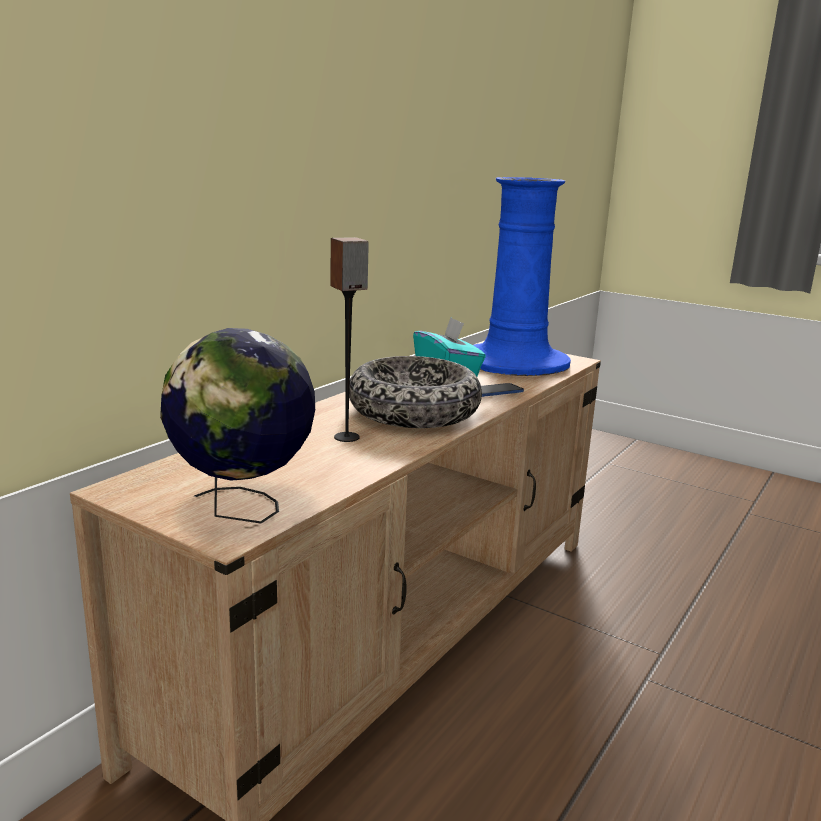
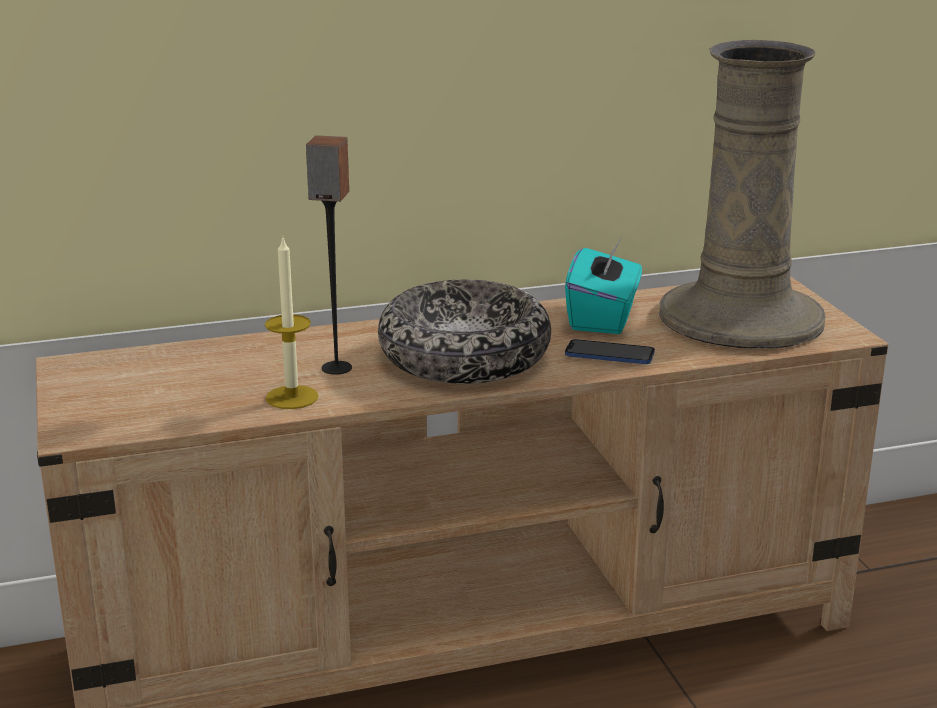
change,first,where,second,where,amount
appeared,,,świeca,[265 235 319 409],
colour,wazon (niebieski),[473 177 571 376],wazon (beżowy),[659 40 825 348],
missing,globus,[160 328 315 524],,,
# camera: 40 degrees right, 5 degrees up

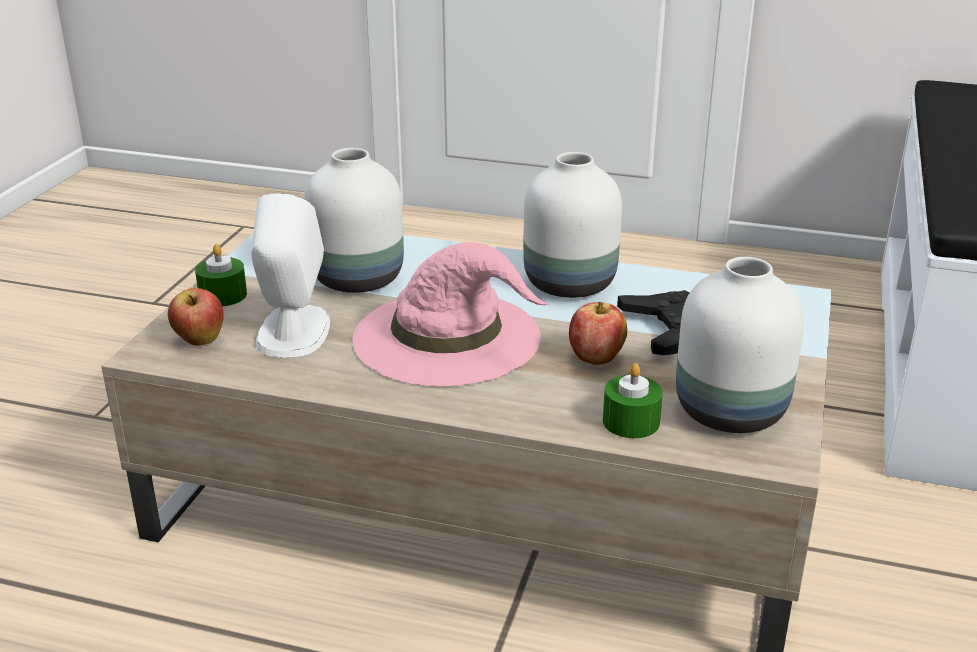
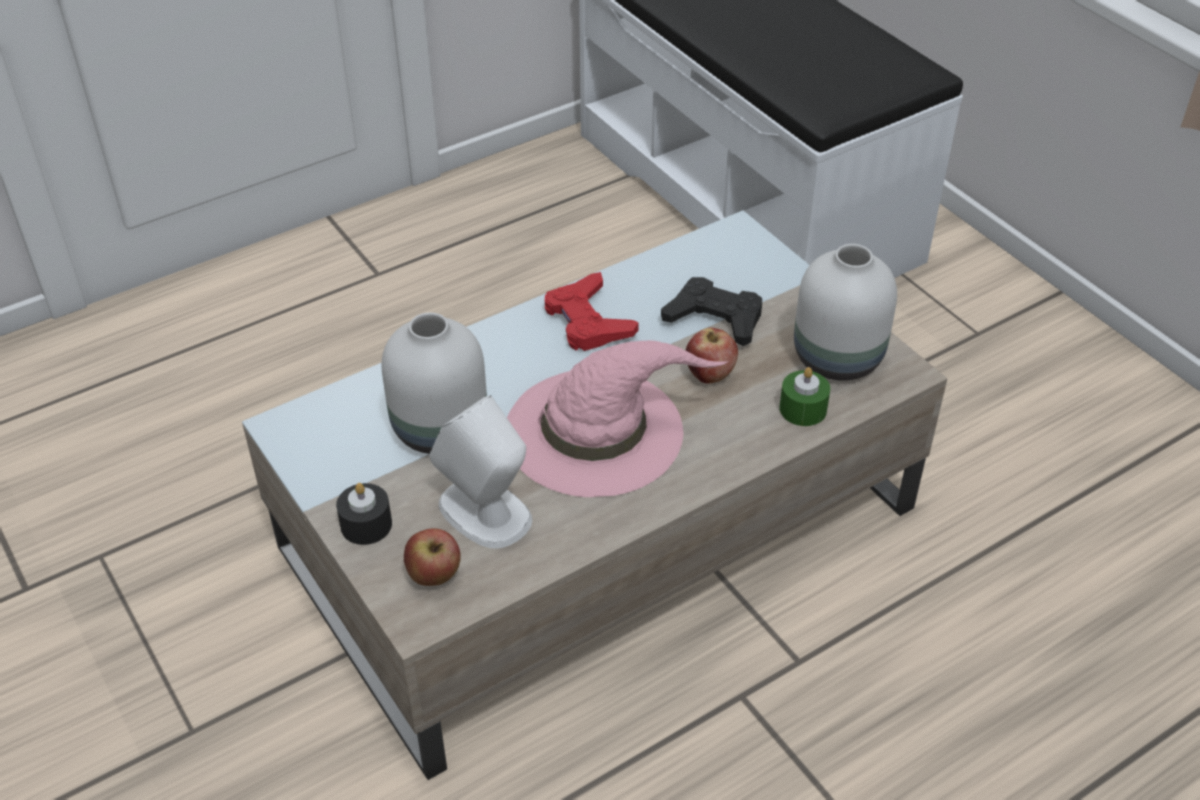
change,first,where,second,where,amount
colour,świeca (zielony),[195 244 247 307],świeca (czarny),[336 483 392 545],
exchanged,wazon (biały),[523 152 622 298],pad do gier (czerwony),[545 272 639 351],
# camera: 50 degrees left, 15 degrees up

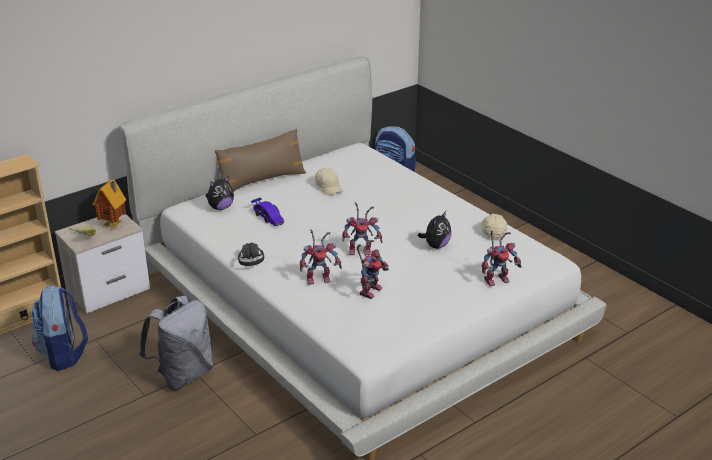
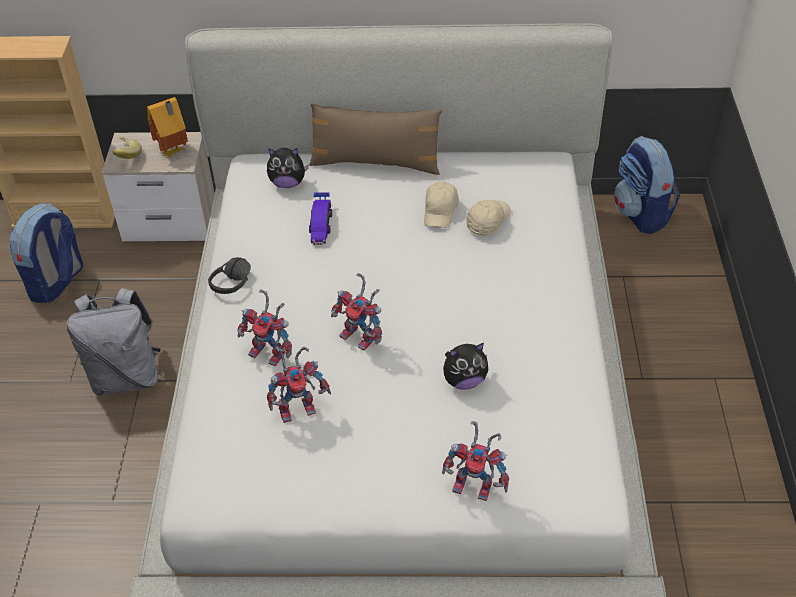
change,first,where,second,where,amount
relocated,czapka z daszkiem (beżowy),[481 214 507 238],,[467 200 511 236],
# camera: 40 degrees right, 15 degrees up

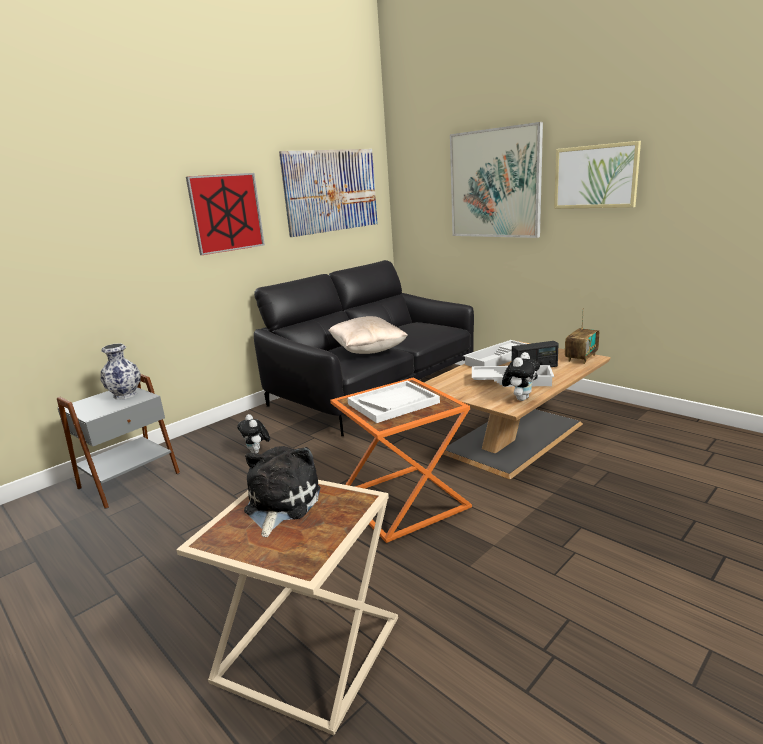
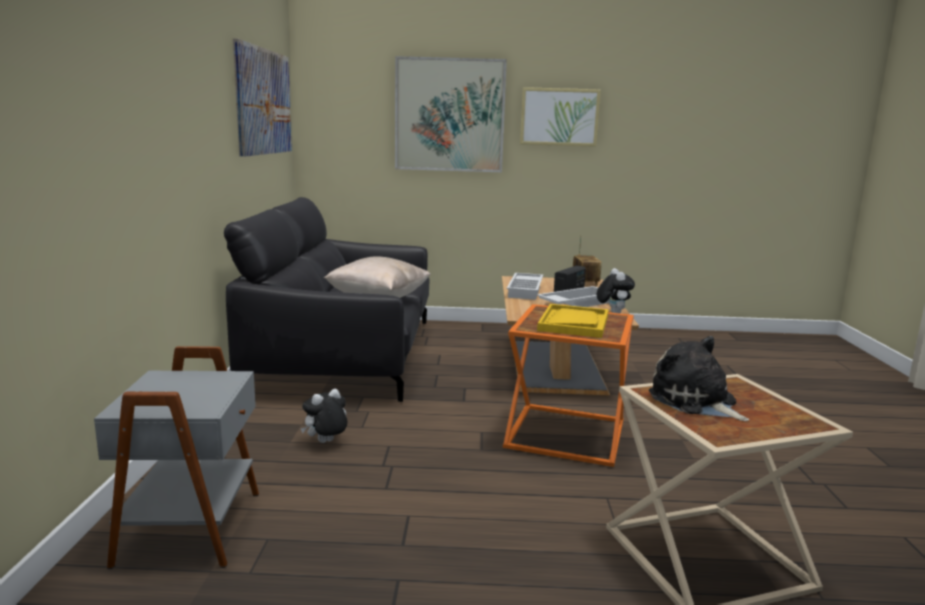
change,first,where,second,where,amount
spun,pluszak,[237 414 270 454],,[301 389 347 443],120 degrees clockwise
colour,taca (biały),[347 380 440 423],taca (żółty),[537 304 609 338],
missing,wazon,[101 343 140 400],,,
missing,obraz,[186 173 265 255],,,
# camera: 45 degrees left, 5 degrees down

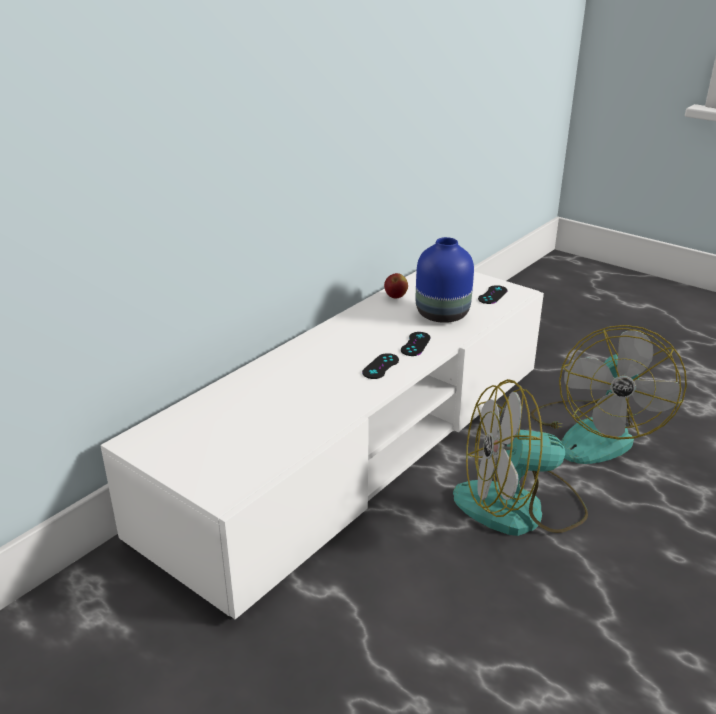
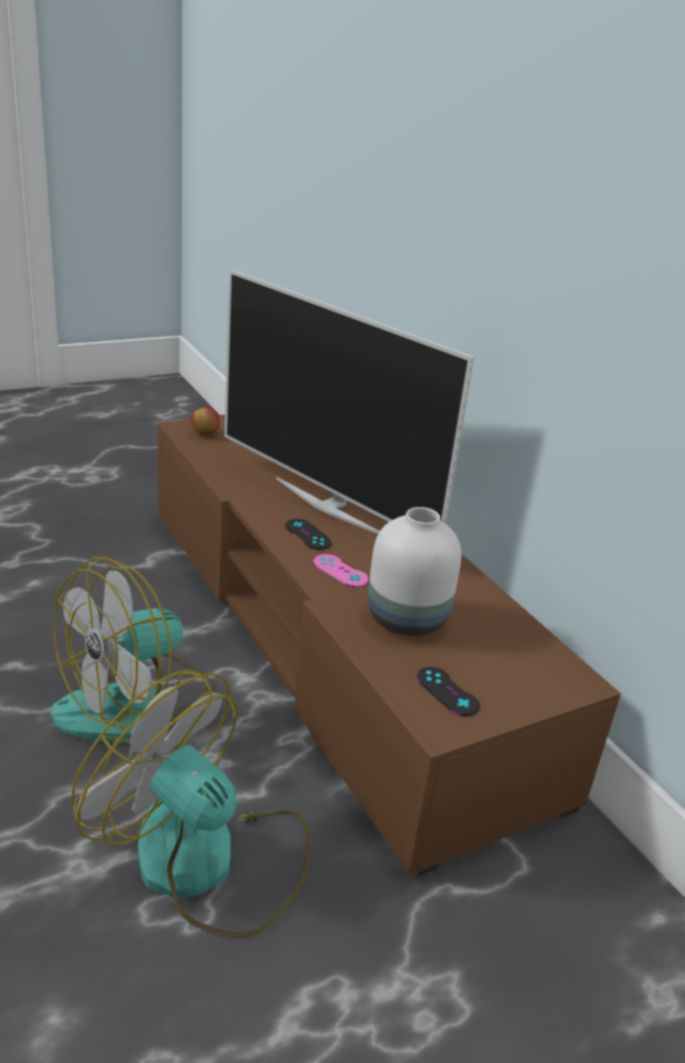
change,first,where,second,where,amount
spun,wentylator,[453 379 588 536],,[51 557 216 744],150 degrees counterclockwise
colour,szafka pod telewizor (biały),[100 271 544 620],szafka pod telewizor (brązowy),[158 414 621 876],
relocated,jabłko,[384 273 408 298],,[191 406 220 434],
appeared,,,telewizor,[224 269 475 534],
colour,pad do gier (czarny),[401 332 431 356],pad do gier (różowy),[313 554 368 587],
colour,wazon (niebieski),[416 237 474 323],wazon (biały),[368 507 461 636],
# camera: 110 degrees right, 0 degrees up

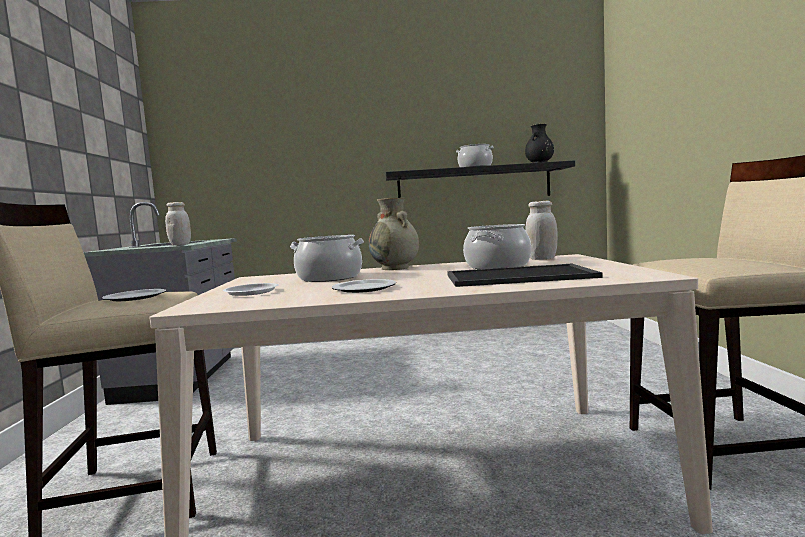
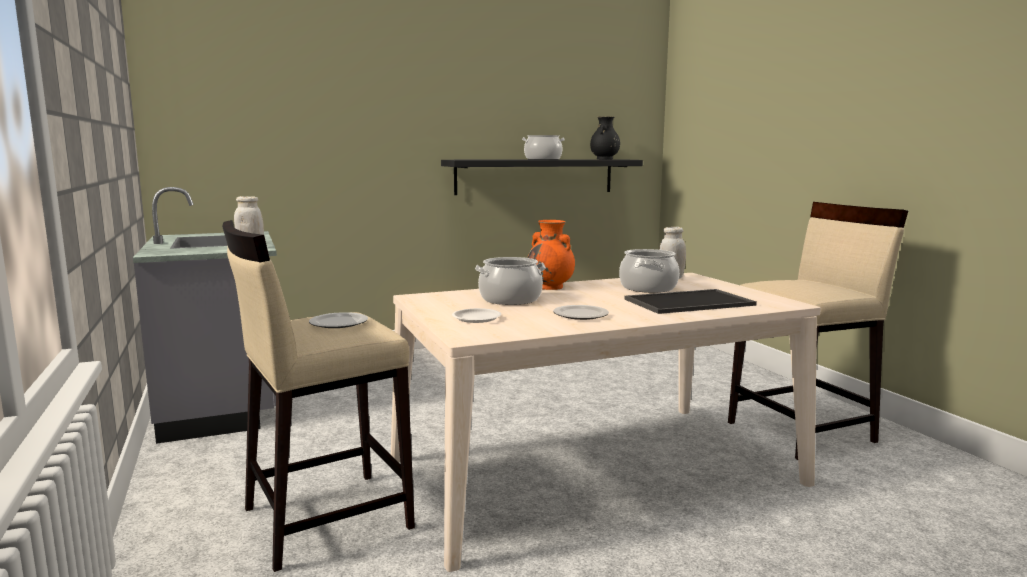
change,first,where,second,where,amount
colour,wazon (beżowy),[369 198 419 270],wazon (pomarańczowy),[527 220 575 290],
# camera: 20 degrees left, 5 degrees up

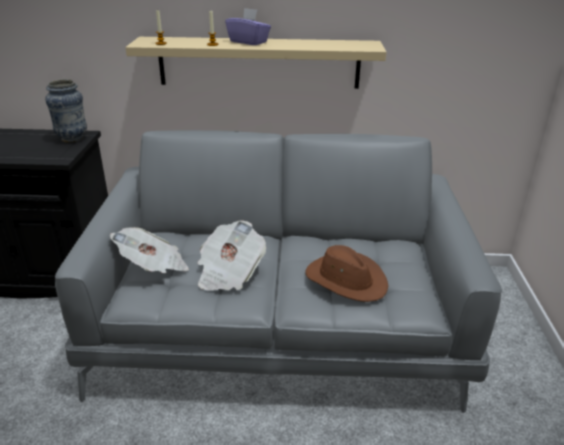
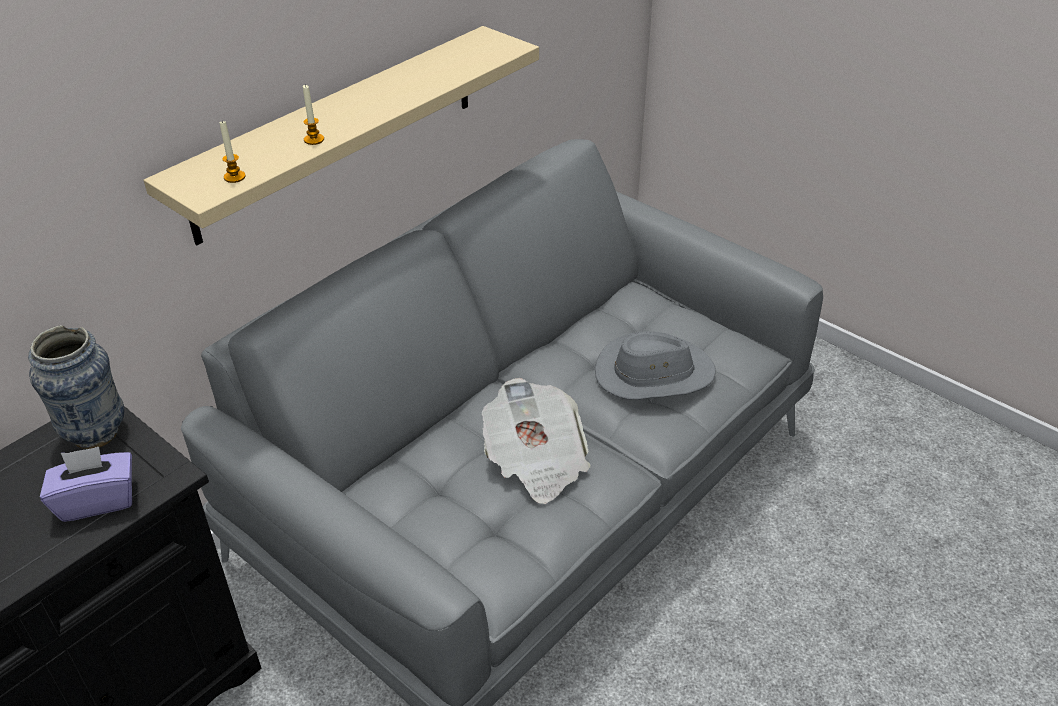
change,first,where,second,where,amount
relocated,pudełko chusteczek (fioletowy),[225 8 271 45],,[40 447 132 522],
colour,kapelusz (brązowy),[305 245 388 302],kapelusz (szary),[595 331 716 400],
missing,gazeta,[110 227 189 273],,,
# camera: 50 degrees left, 10 degrees up

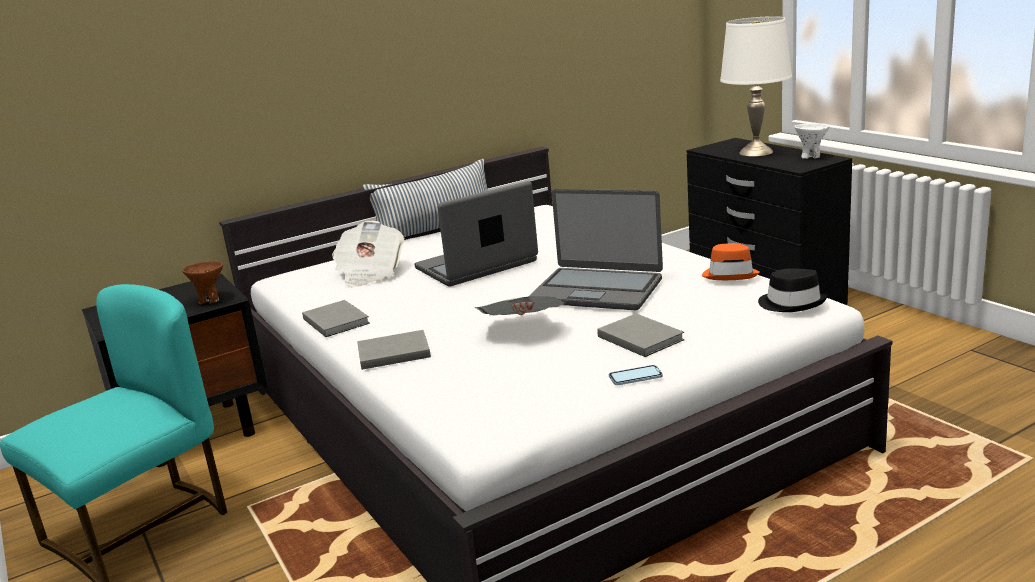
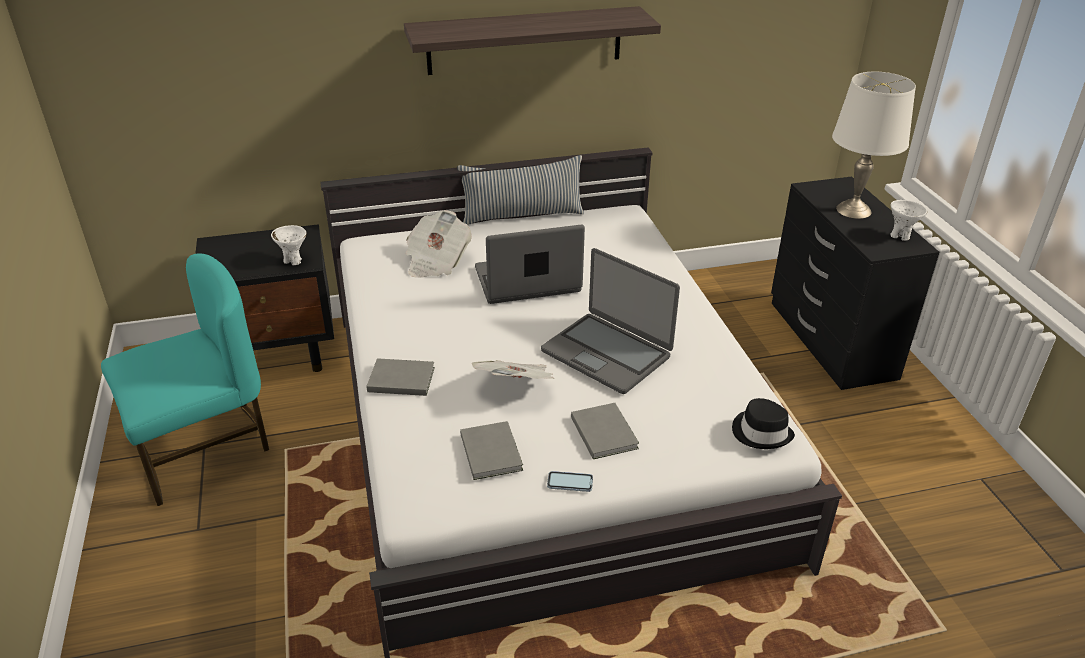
change,first,where,second,where,amount
colour,miska (brązowy),[182 261 223 304],miska (biały),[271 225 307 265],
appeared,,,półka,[404 6 661 75],
relocated,książka (szary),[302 300 370 337],,[460 421 523 480],
missing,kapelusz (pomarańczowy),[702 243 760 280],,,
# camera: 15 degrees right, 15 degrees up

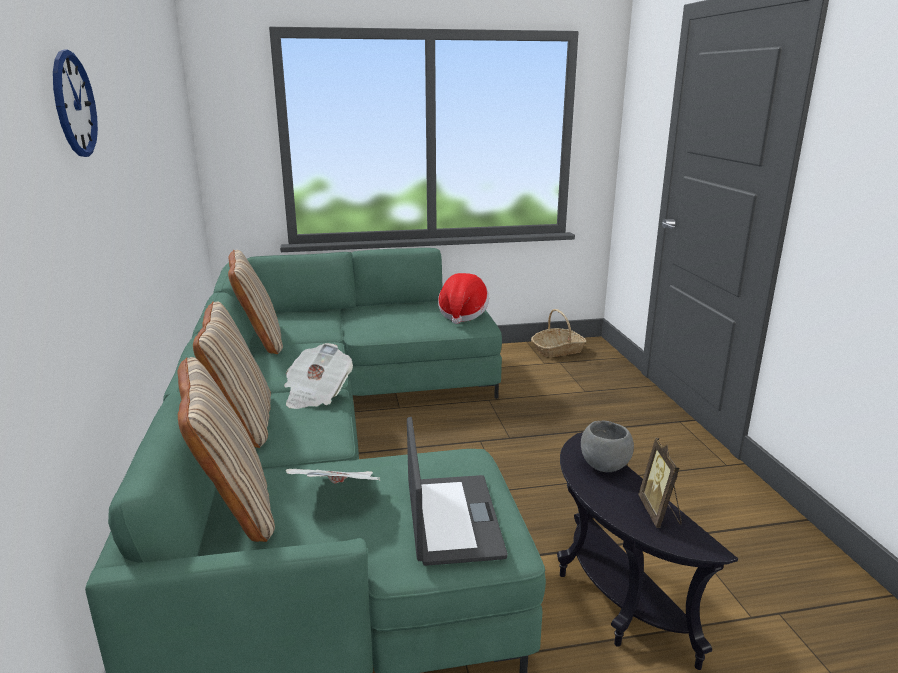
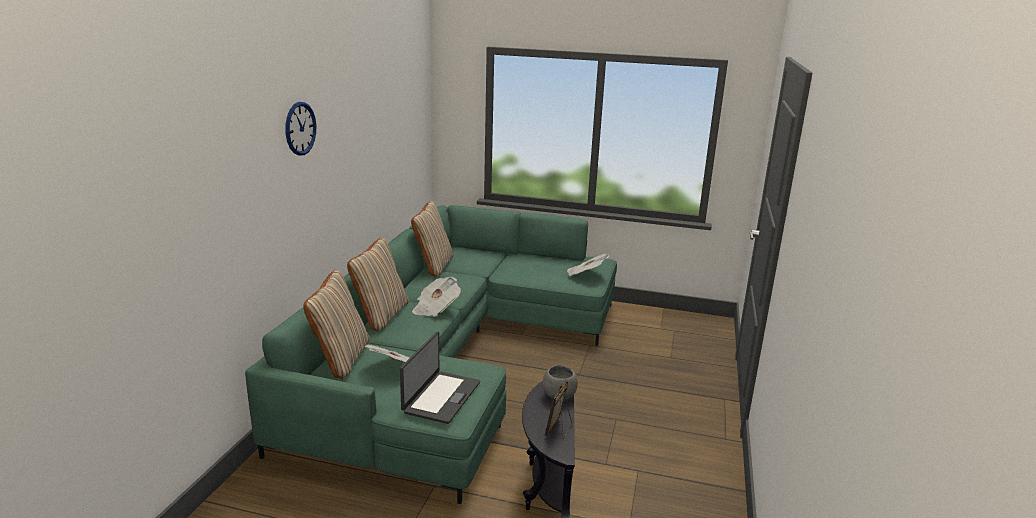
change,first,where,second,where,amount
exchanged,kapelusz,[438 273 489 324],gazeta,[567 254 609 276],
missing,koszyk,[531 309 586 357],,,
# camera: 25 degrees right, 0 degrees up

